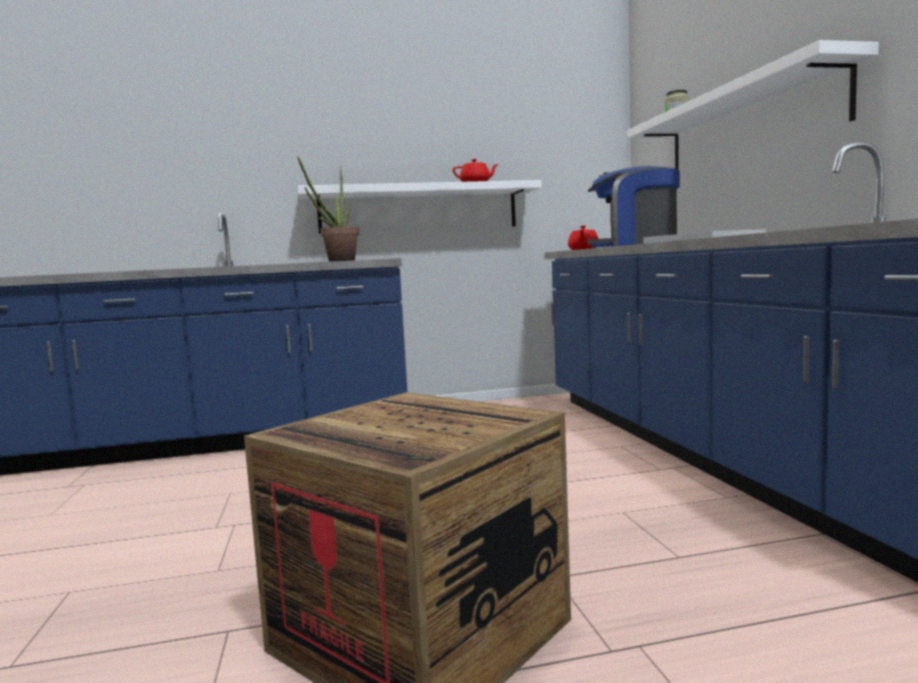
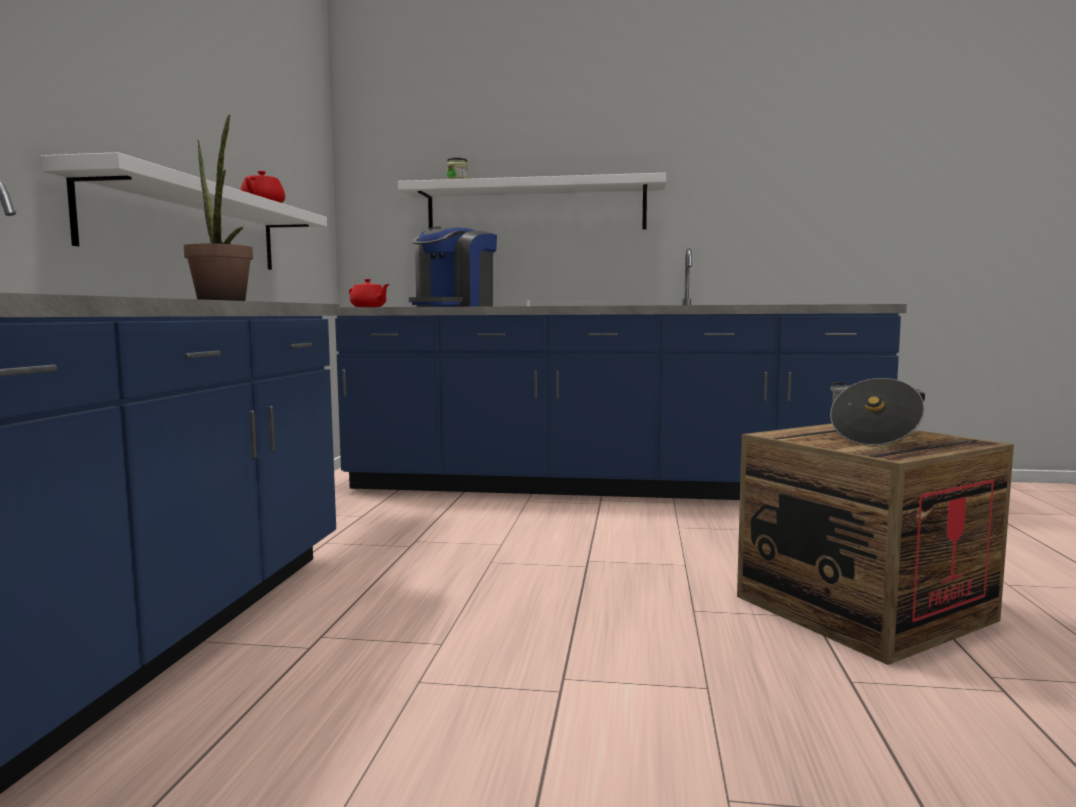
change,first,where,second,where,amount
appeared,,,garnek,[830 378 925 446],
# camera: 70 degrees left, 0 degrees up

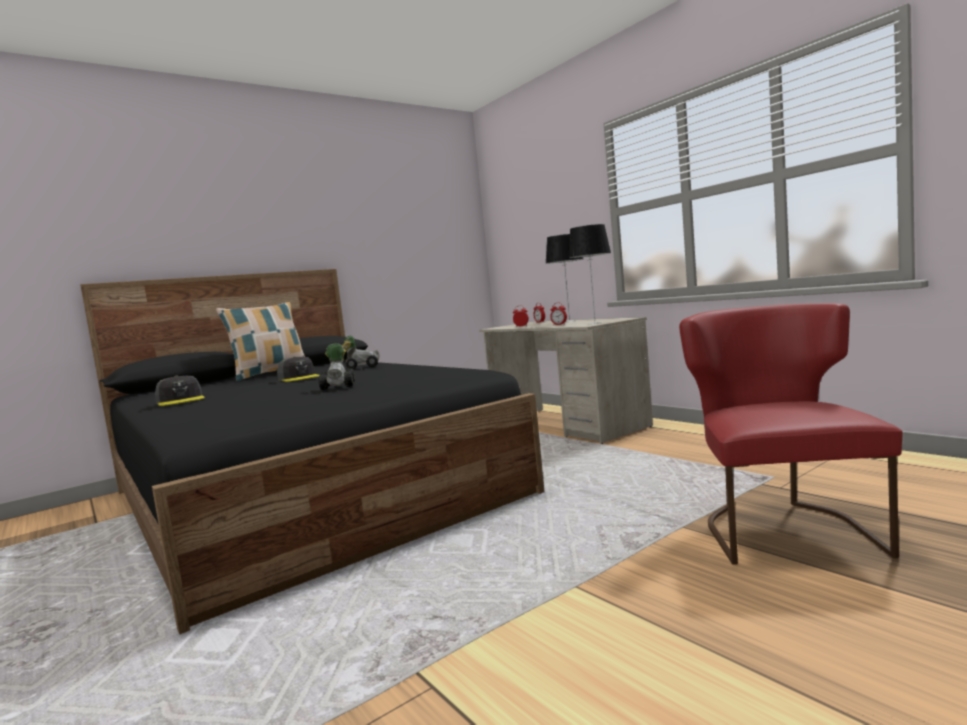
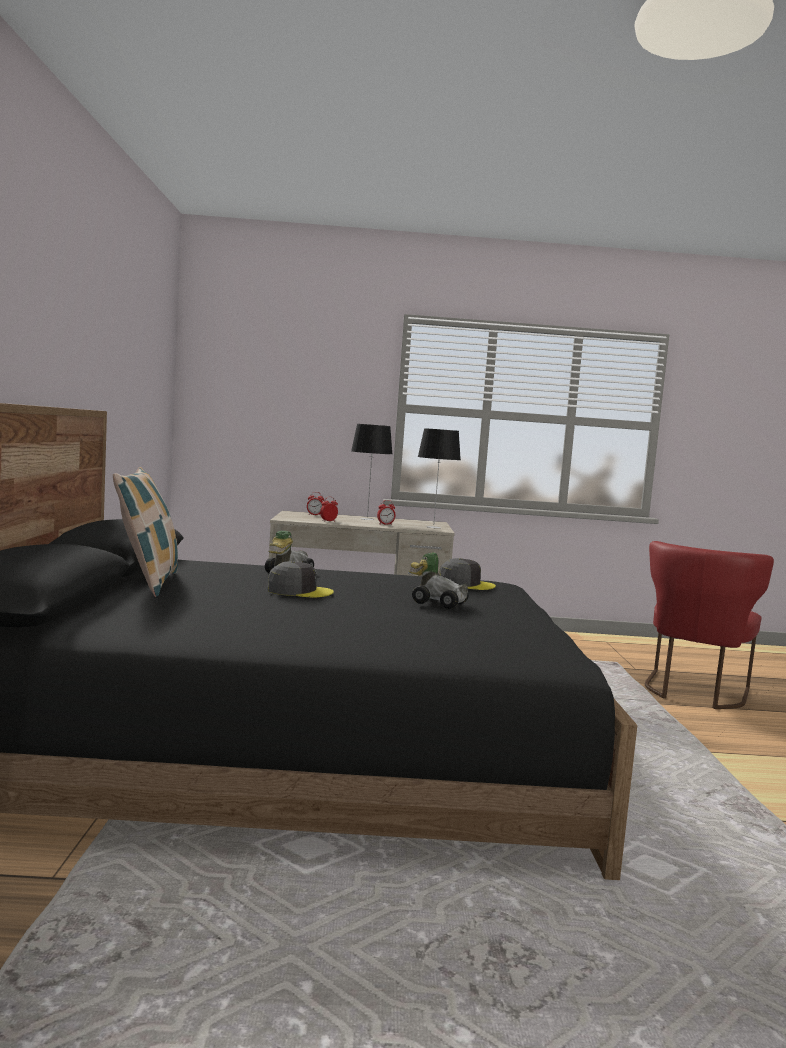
change,first,where,second,where,amount
relocated,czapka z daszkiem (szary),[155 376 205 406],,[440 558 496 590],
spun,krzesło (czerwony),[679 303 903 565],,[645 541 774 709],105 degrees counterclockwise
# camera: 55 degrees left, 0 degrees up

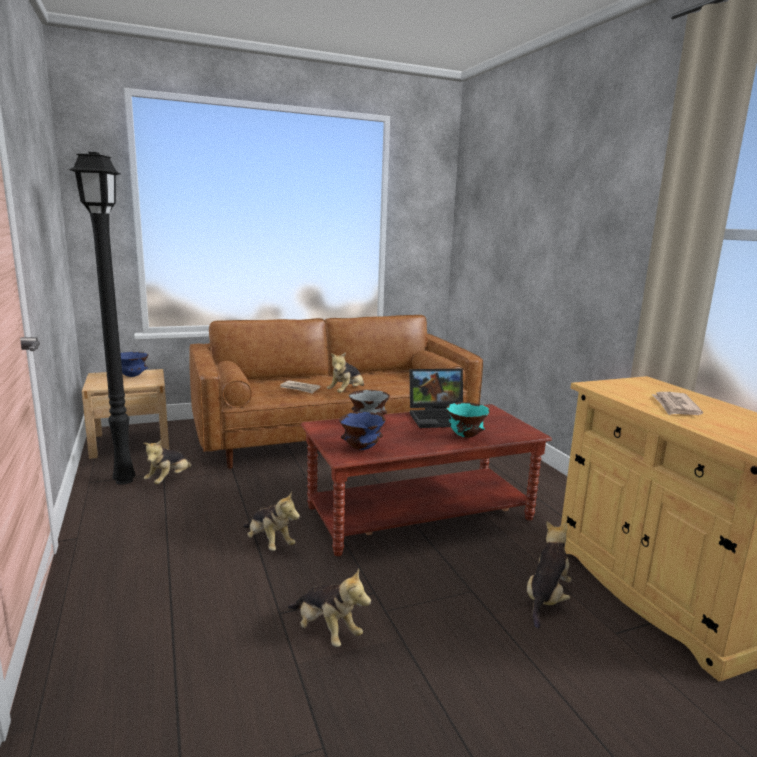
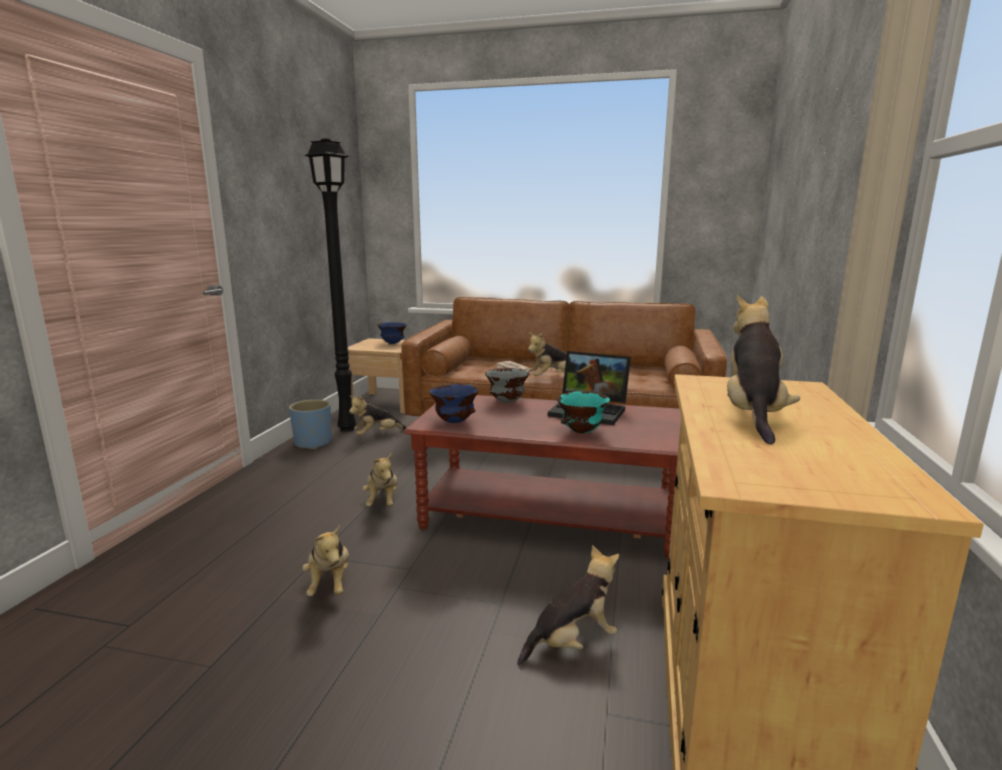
change,first,where,second,where,amount
appeared,,,donica (niebieski),[289 400 332 449],
exchanged,gazeta,[652 392 703 415],pluszak,[727 295 800 444],
# camera: 35 degrees right, 0 degrees up

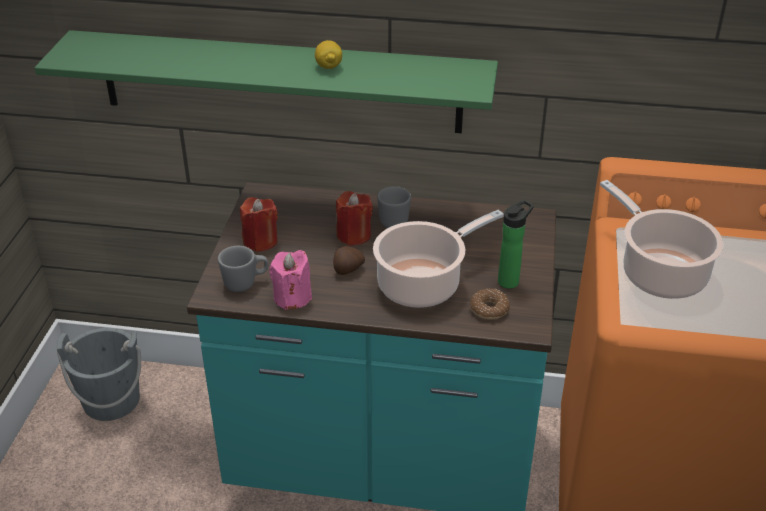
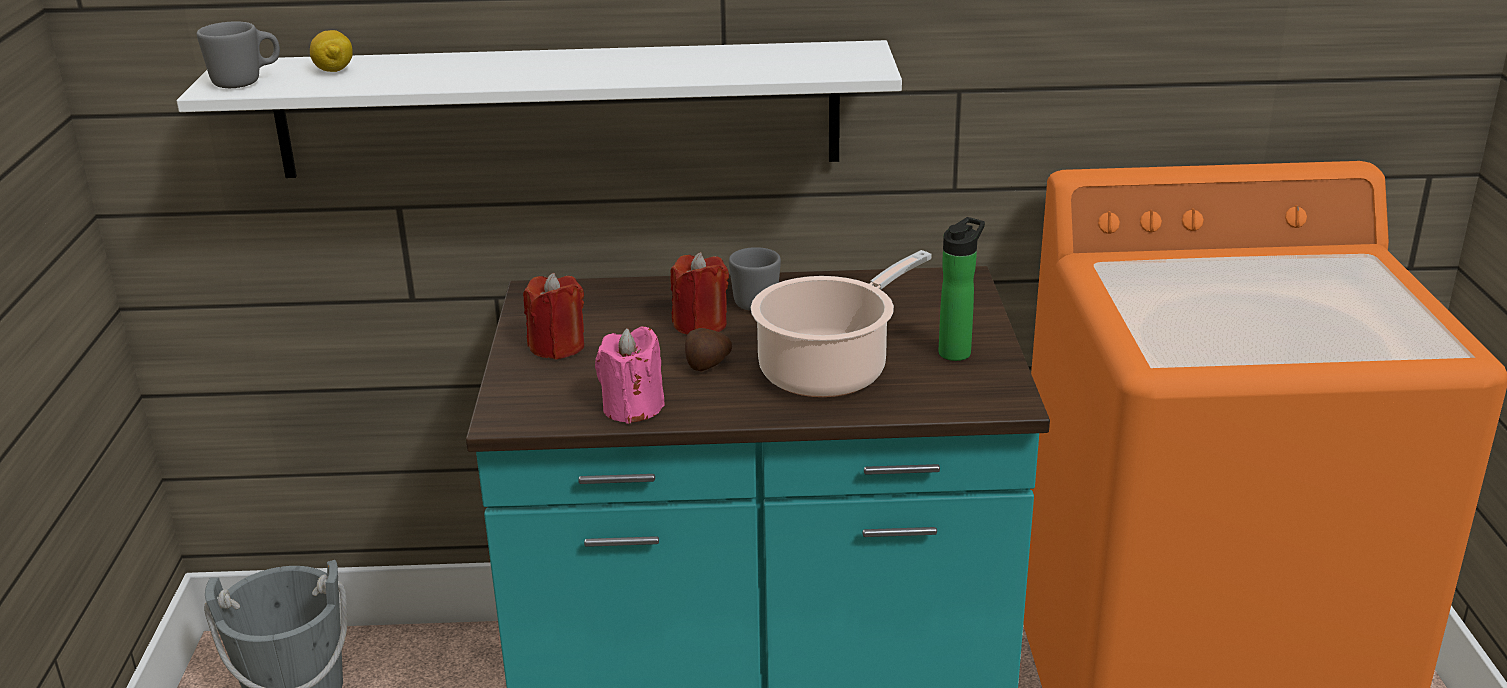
change,first,where,second,where,amount
colour,półka (zielony),[34 30 498 133],półka (biały),[177 40 902 178],
relocated,kubek (szary),[218 246 269 292],,[197 21 280 88],
relocated,cytryna,[315 40 342 69],,[310 30 352 72],
missing,donut,[470 289 510 320],,,
missing,garnek,[600 180 724 299],,,
# camera: 10 degrees left, 10 degrees down

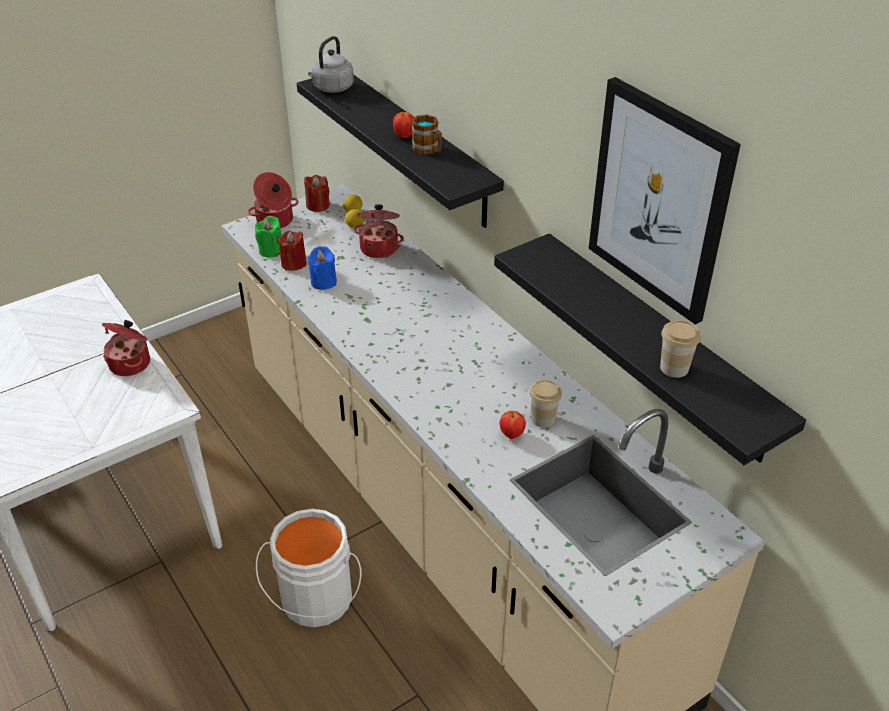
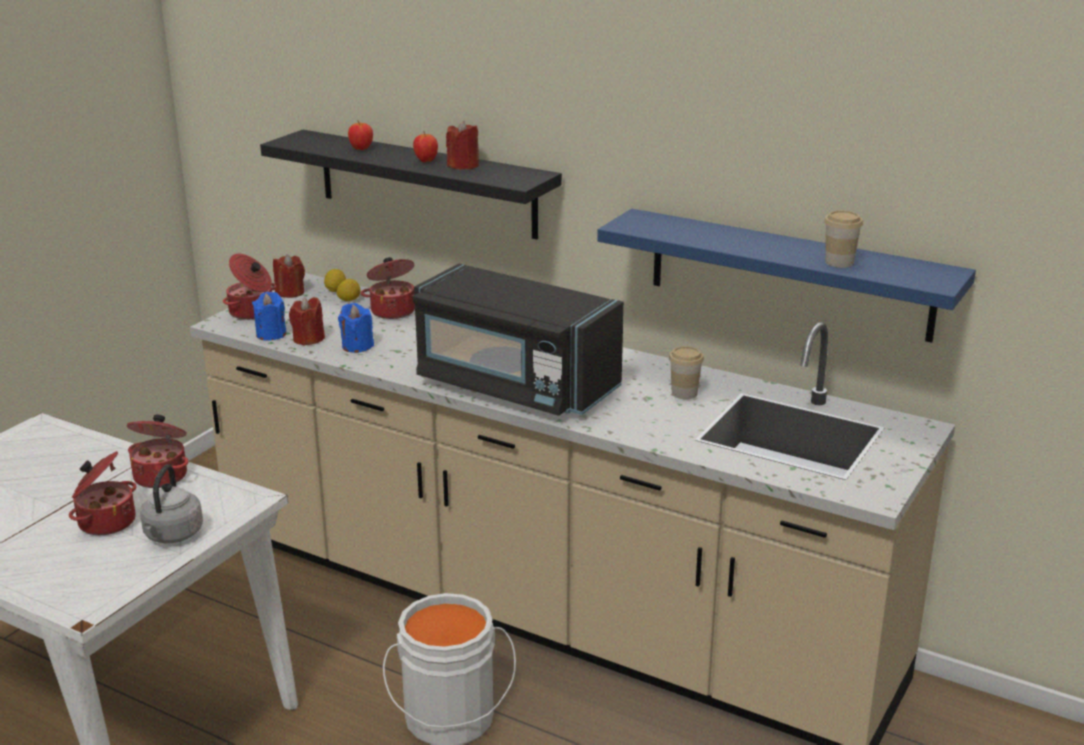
change,first,where,second,where,amount
appeared,,,garnek,[69 451 137 535],
relocated,czajnik (szary),[308 36 354 93],,[140 464 203 543],
colour,świeca (zielony),[255 216 282 257],świeca (niebieski),[252 291 287 341],
relocated,jabłko,[500 411 526 439],,[348 120 373 150],
appeared,,,mikrofalówka (czarny),[413 264 624 416],
exchanged,kubek,[411 114 442 155],świeca (czerwony),[446 121 479 170],
colour,półka (czarny),[494 233 806 465],półka (niebieski),[597 209 976 343],
missing,obraz,[588 77 741 325],,,
# camera: 25 degrees left, 15 degrees down

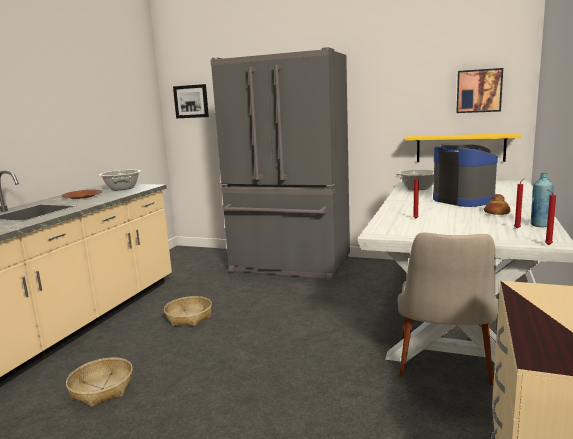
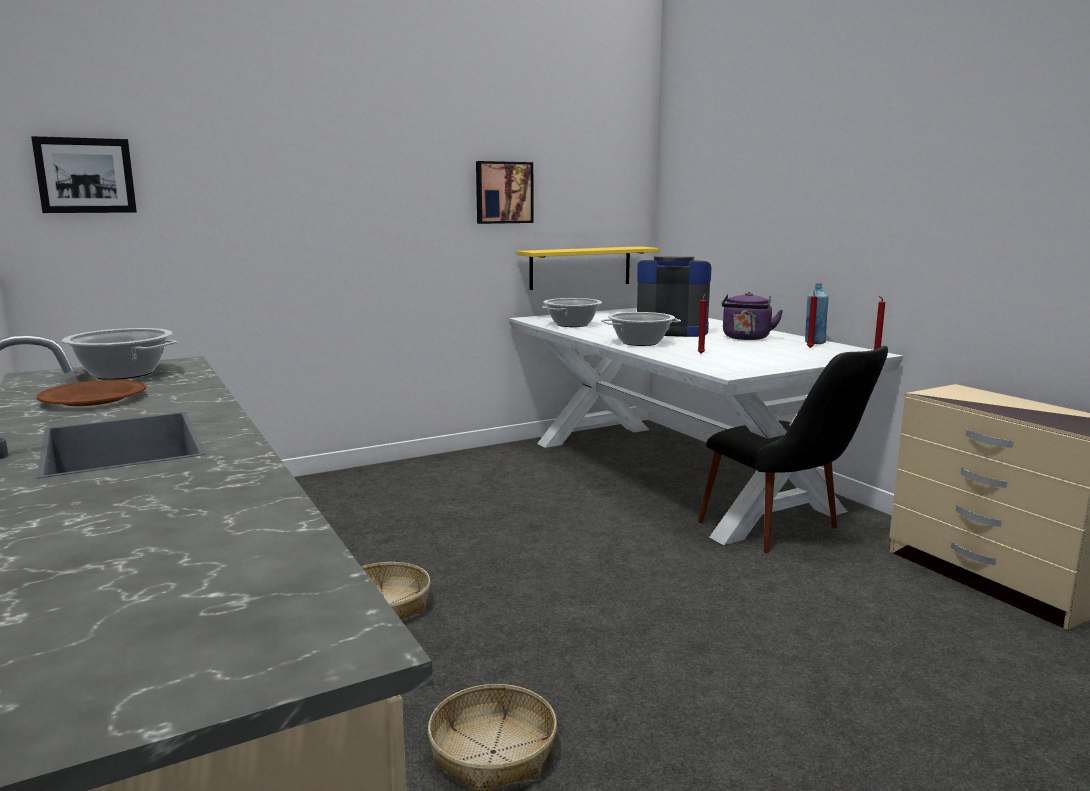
change,first,where,second,where,amount
relocated,obraz,[456 68 503 113],,[476 161 534 224],
appeared,,,garnek,[601 312 681 346],
colour,krzesło (beżowy),[398 233 499 386],krzesło (czarny),[698 346 888 553],
exchanged,chleb,[484 194 510 215],czajnik (fioletowy),[722 292 783 340],
missing,lodówka (szary),[210 47 350 281],,,
# camera: 50 degrees left, 0 degrees up

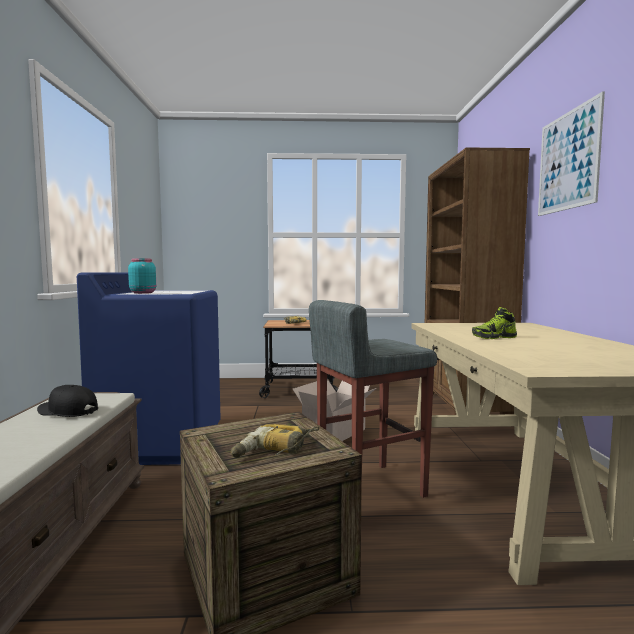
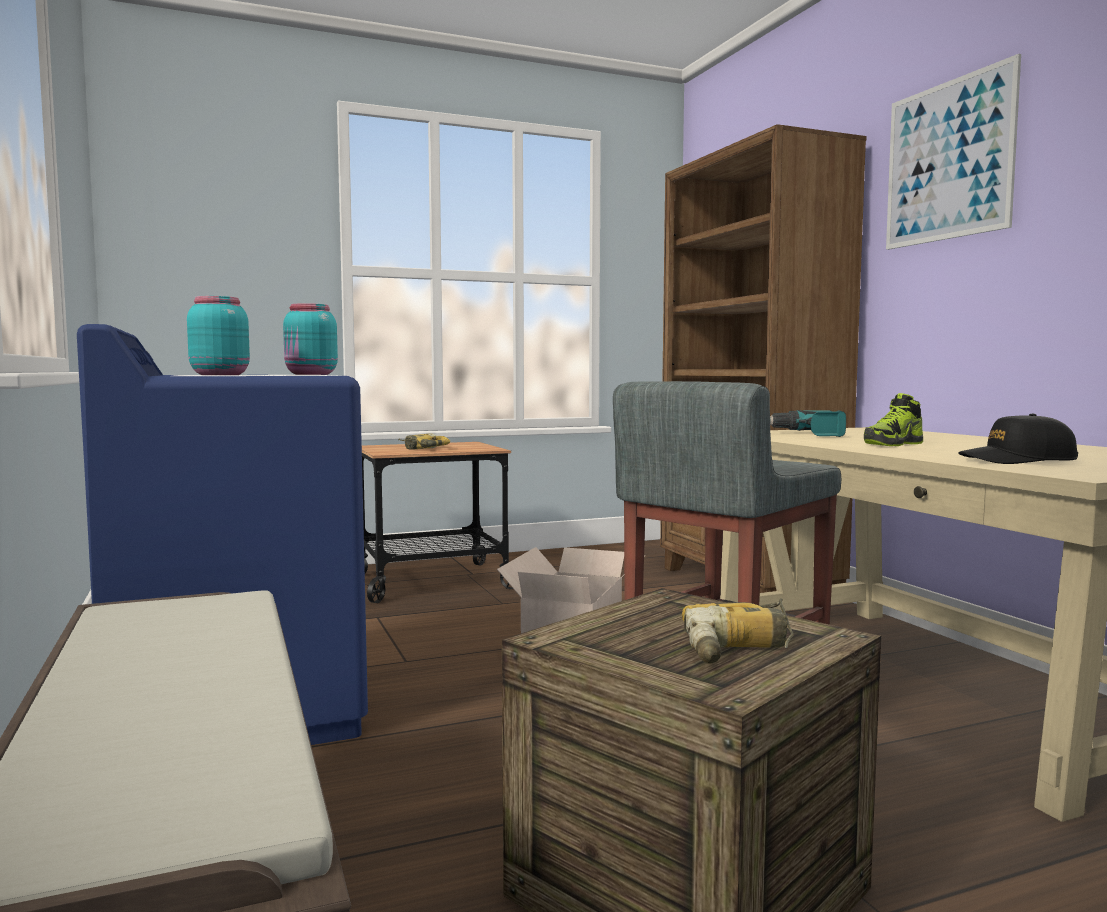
change,first,where,second,where,amount
appeared,,,słoik (turkusowy),[283 303 338 375],
appeared,,,wiertarka,[770 410 846 437],
relocated,czapka z daszkiem (czarny),[37 385 98 417],,[958 413 1078 464],
# camera: 20 degrees left, 0 degrees up

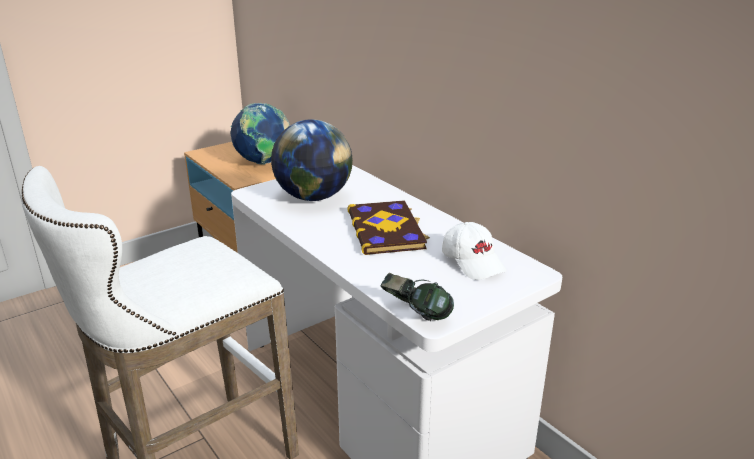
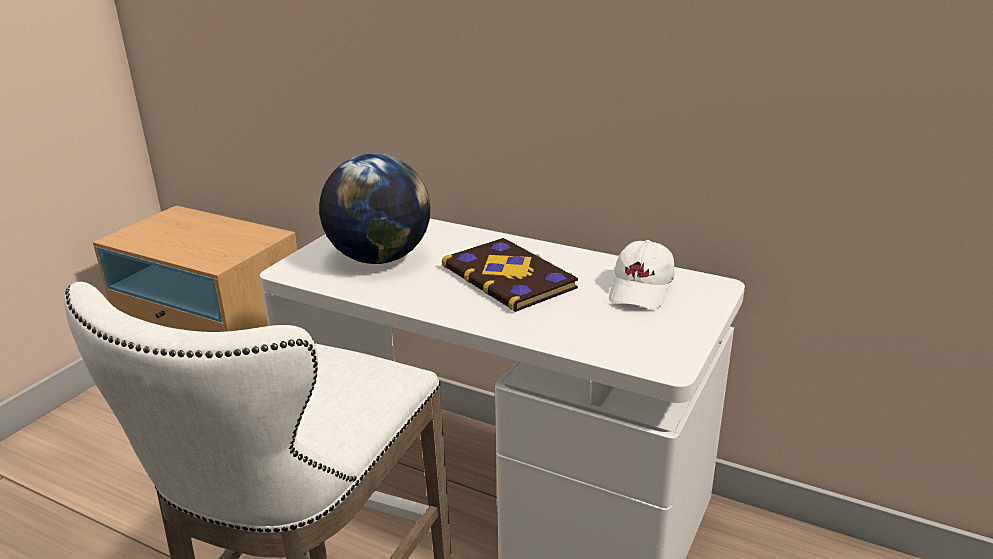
change,first,where,second,where,amount
spun,czapka z daszkiem (biały),[442 222 507 280],,[609 240 674 309],75 degrees clockwise
missing,globus,[230 103 290 165],,,
missing,słuchawki,[381 273 454 321],,,
# camera: 25 degrees left, 0 degrees up

